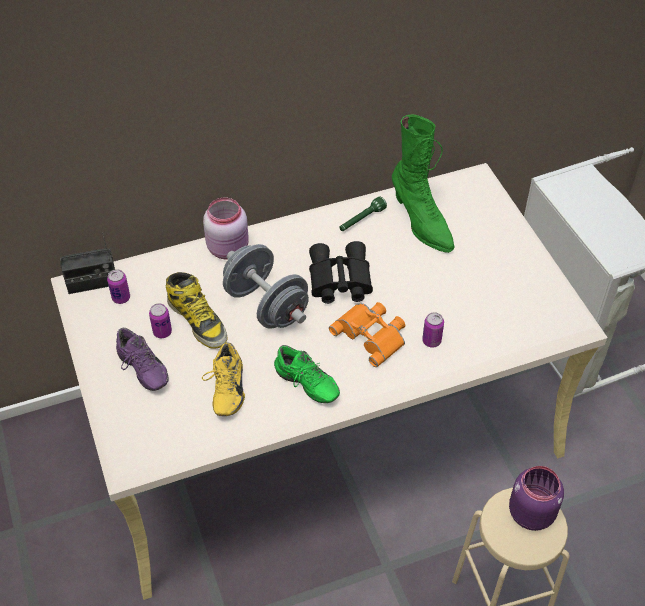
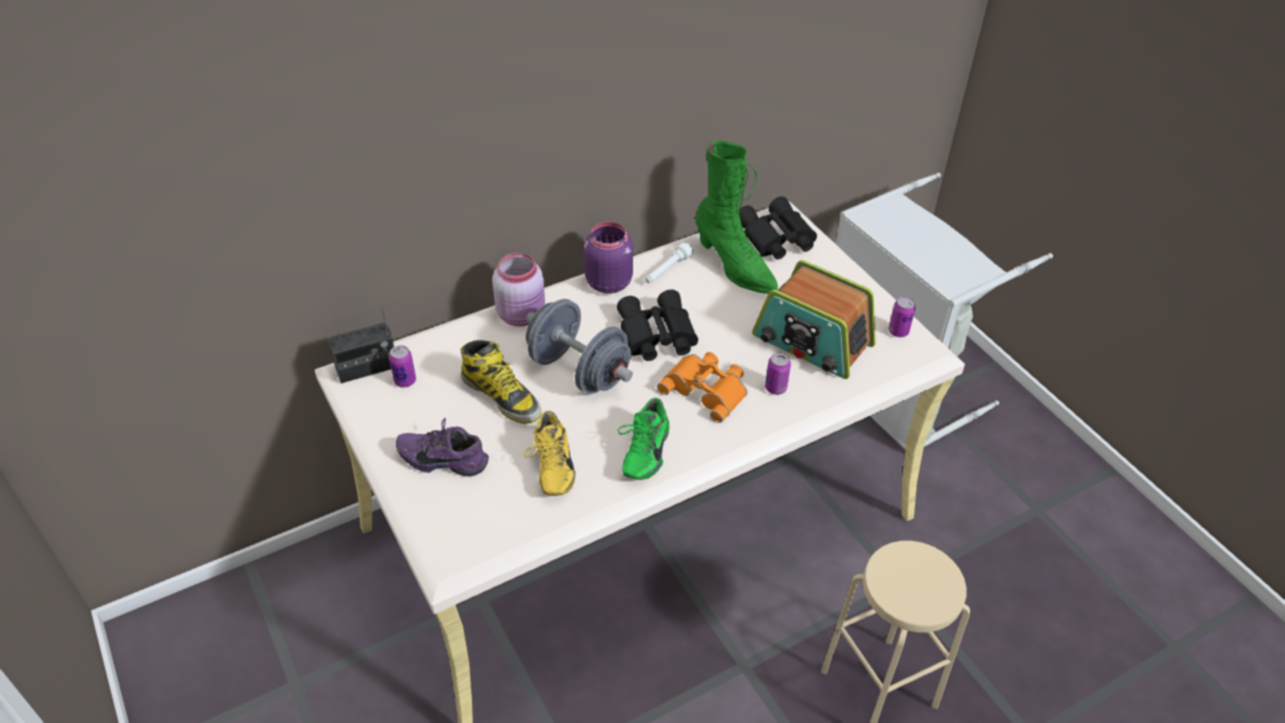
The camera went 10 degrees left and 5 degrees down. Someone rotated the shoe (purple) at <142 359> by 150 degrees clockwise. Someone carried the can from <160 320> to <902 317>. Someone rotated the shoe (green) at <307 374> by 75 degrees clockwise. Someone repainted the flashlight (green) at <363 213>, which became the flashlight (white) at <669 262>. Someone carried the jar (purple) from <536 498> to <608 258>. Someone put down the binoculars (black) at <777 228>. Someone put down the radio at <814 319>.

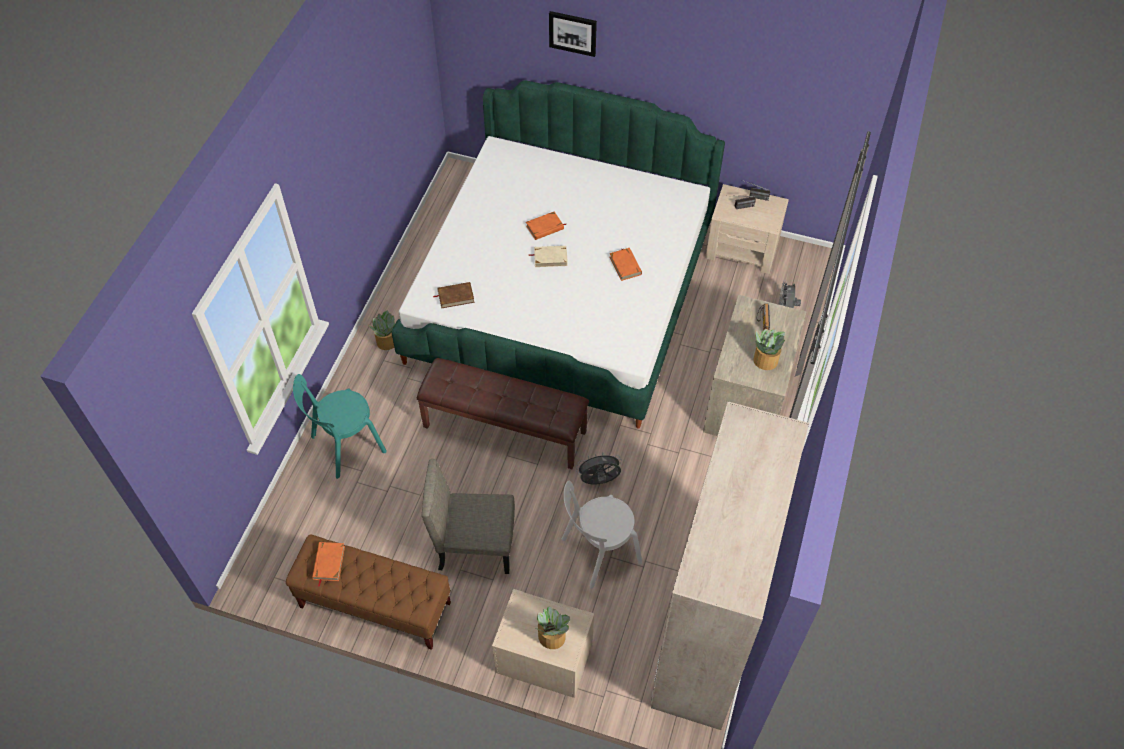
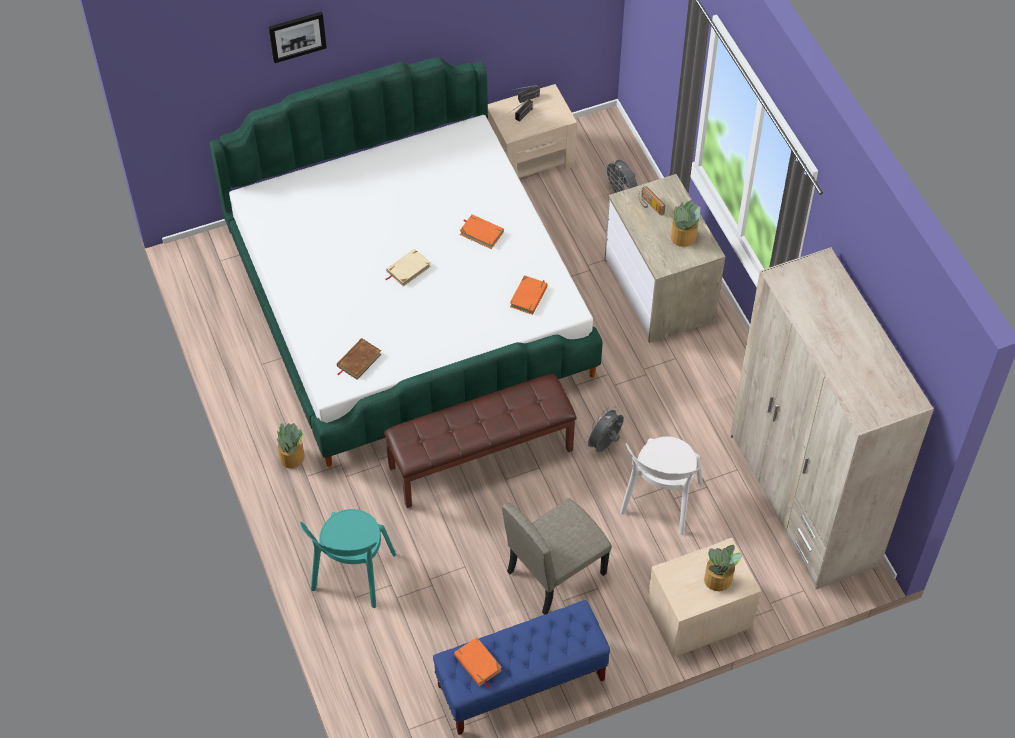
The camera went 40 degrees left and 0 degrees up. Someone repainted the bench (brown) at <368 592>, which became the bench (blue) at <521 667>. Someone carried the book (orange) from <546 226> to <529 295>.

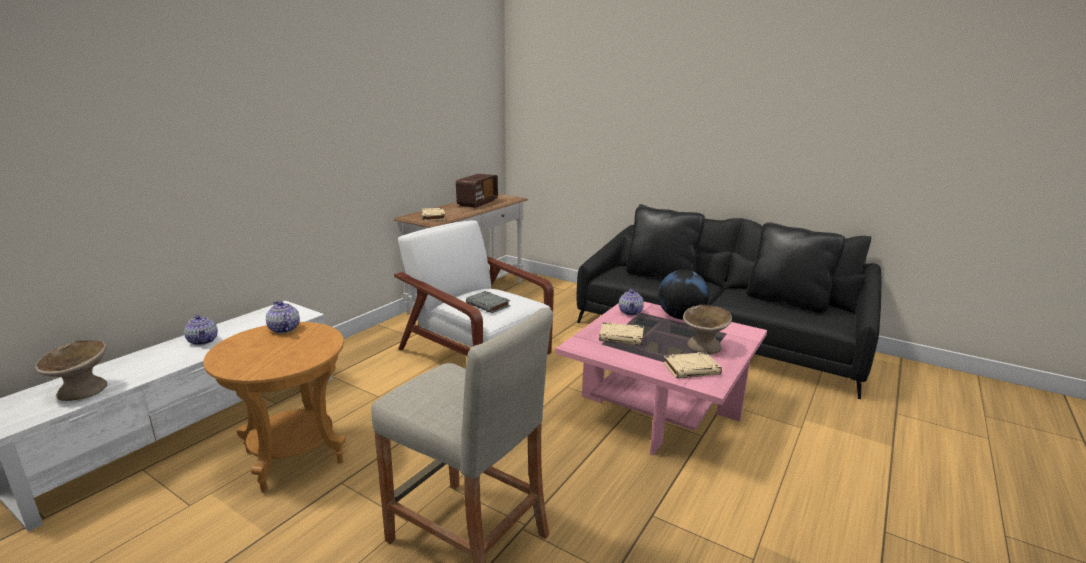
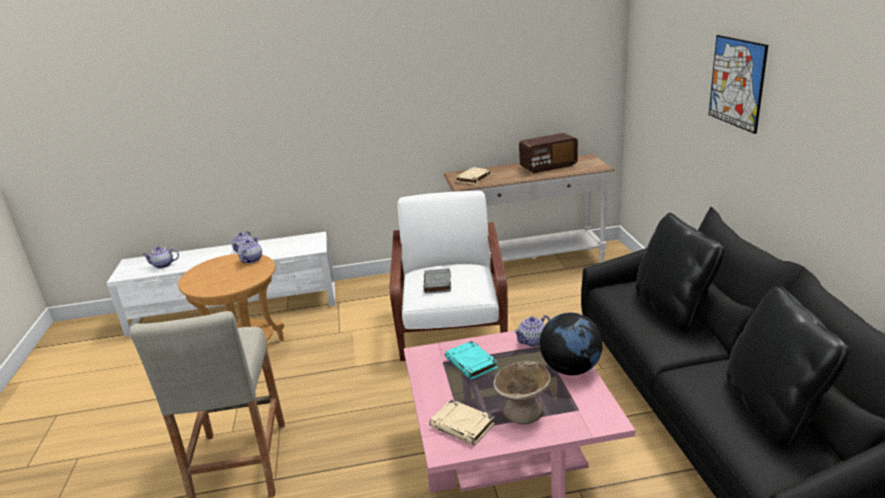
The camera went 50 degrees right and 5 degrees up. Someone swapped the bowl (beige) at <71 370> for the teapot at <160 257>. Someone repainted the book (beige) at <621 333>, which became the book (turquoise) at <471 360>. Someone put up the picture at <738 84>.

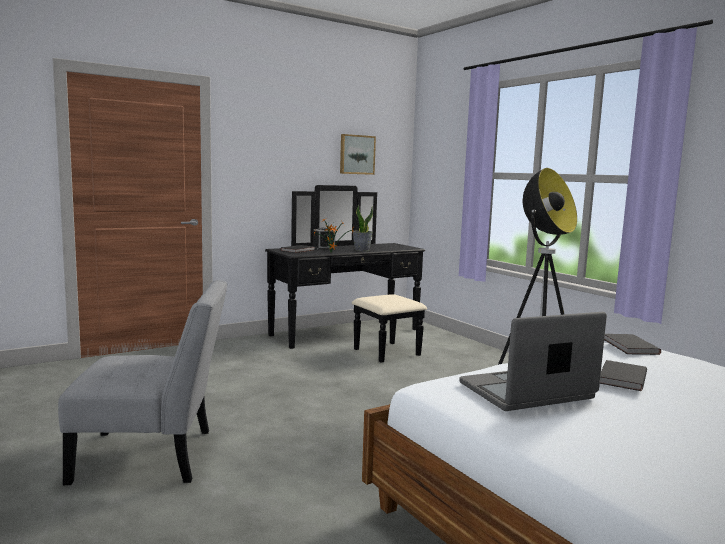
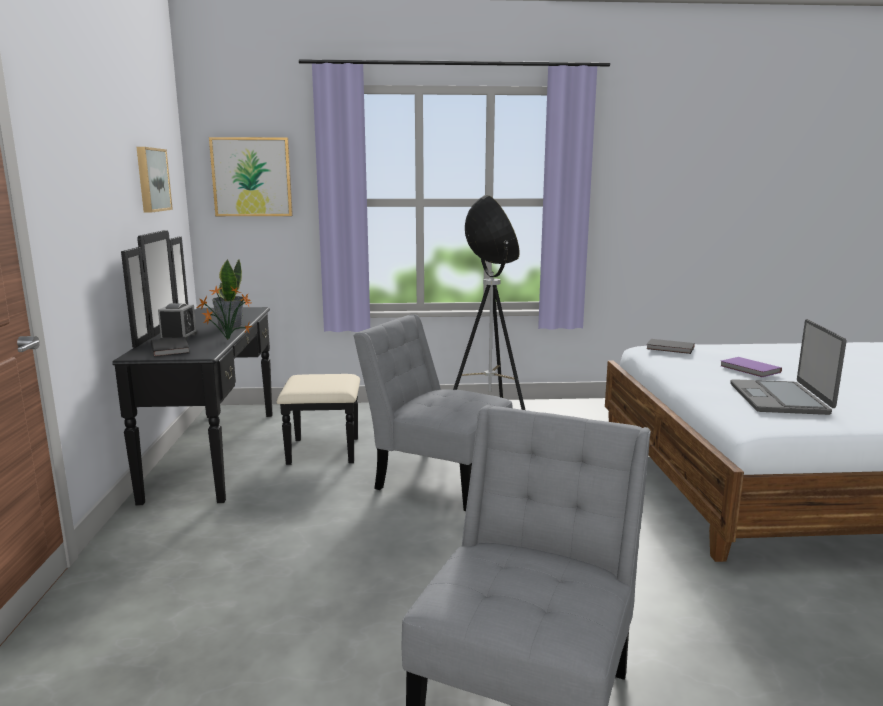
The camera went 60 degrees left and 5 degrees up. Someone repainted the book (black) at <623 375>, which became the book (purple) at <751 367>. Someone put up the picture at <251 176>. Someone put down the chair (grey) at <433 412>.

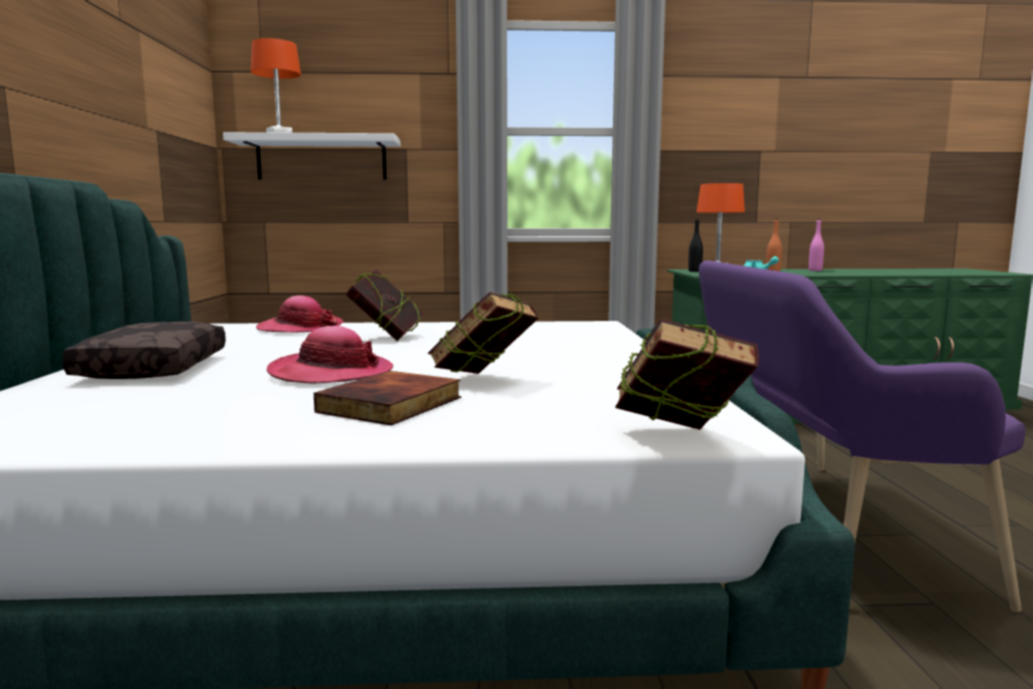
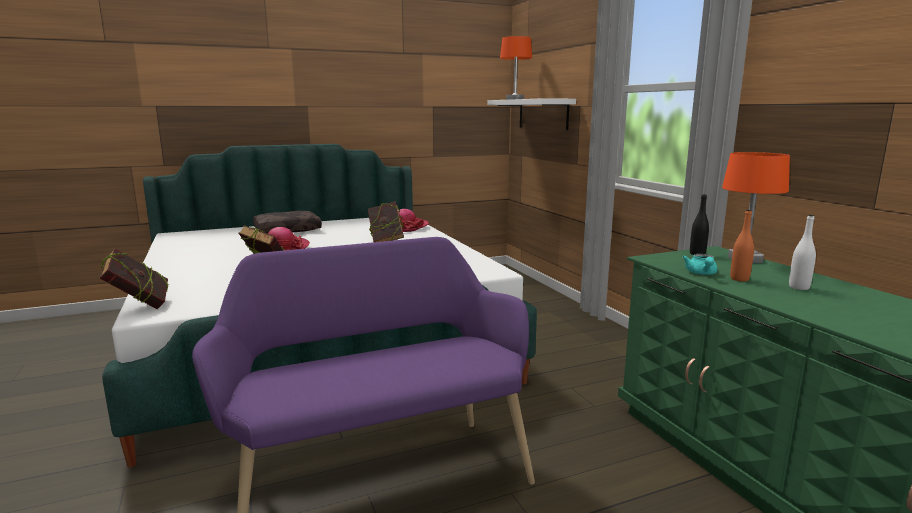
The camera went 70 degrees right and 5 degrees up. Someone took away the book at <387 398>. Someone took away the bottle (pink) at <816 245>. Someone put down the bottle (white) at <802 252>.

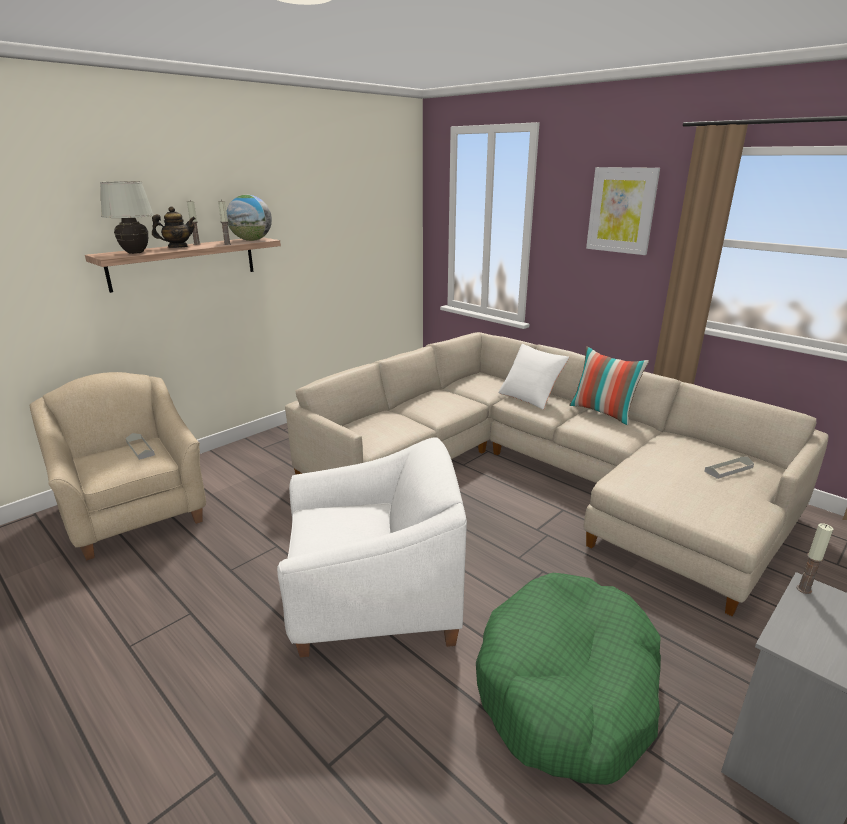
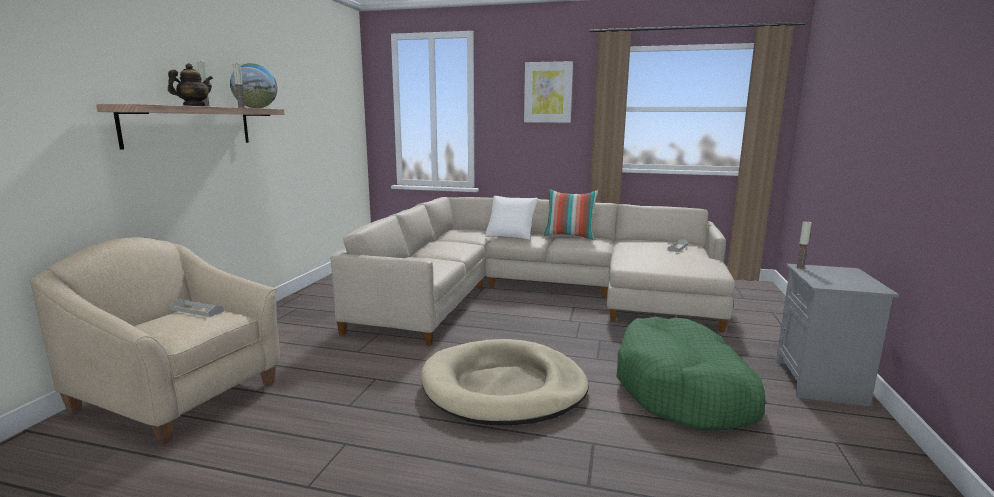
The camera went 30 degrees left and 10 degrees down. Someone took away the table lamp (white) at <127 217>. Someone swapped the armchair (white) at <372 547> for the dog bed (beige) at <505 382>.

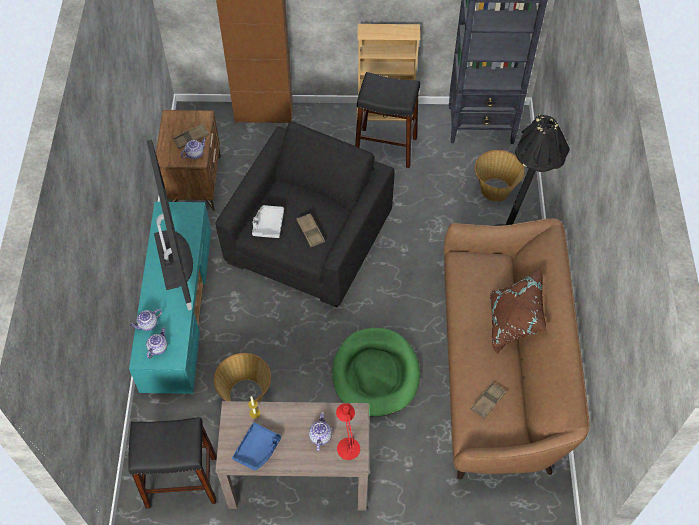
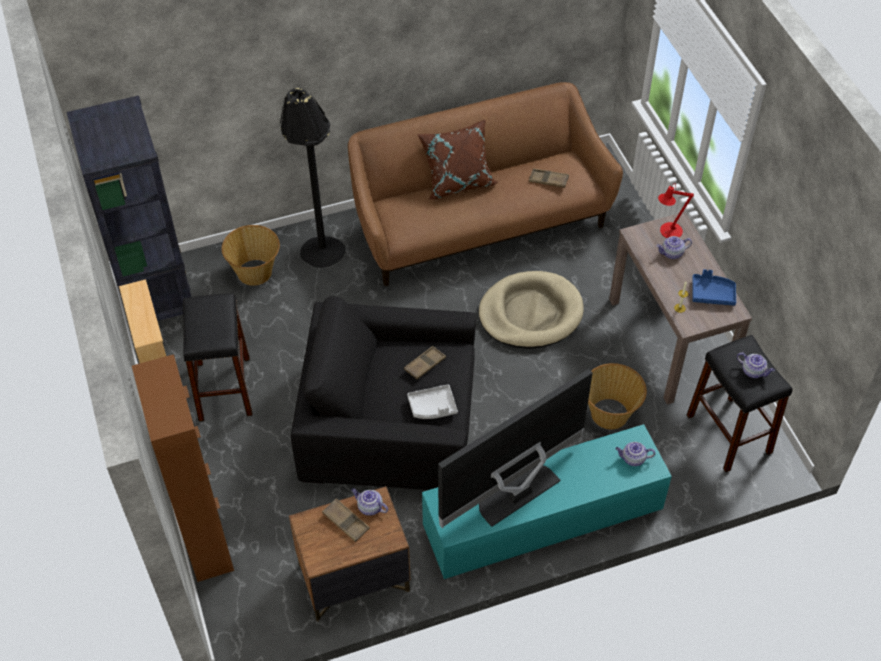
The camera went 110 degrees left and 5 degrees down. Someone carried the teapot from <146 320> to <756 365>. Someone repainted the dog bed (green) at <376 372>, which became the dog bed (beige) at <531 310>.

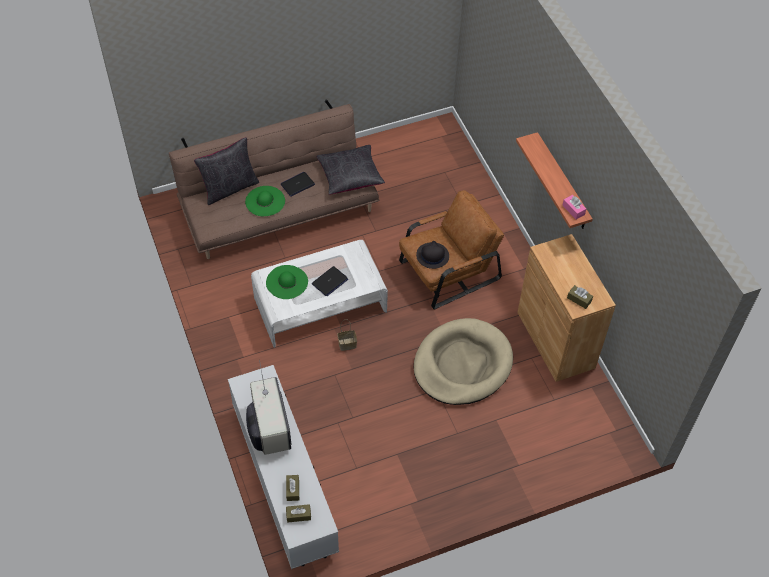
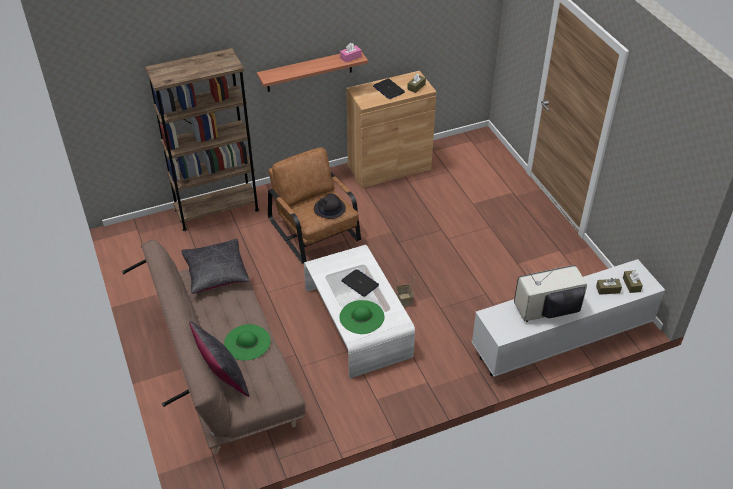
The camera went 90 degrees left and 10 degrees down. Someone carried the laptop from <298 184> to <389 89>. Someone took away the dog bed (beige) at <463 361>. Someone put down the bookcase (brown) at <202 139>.

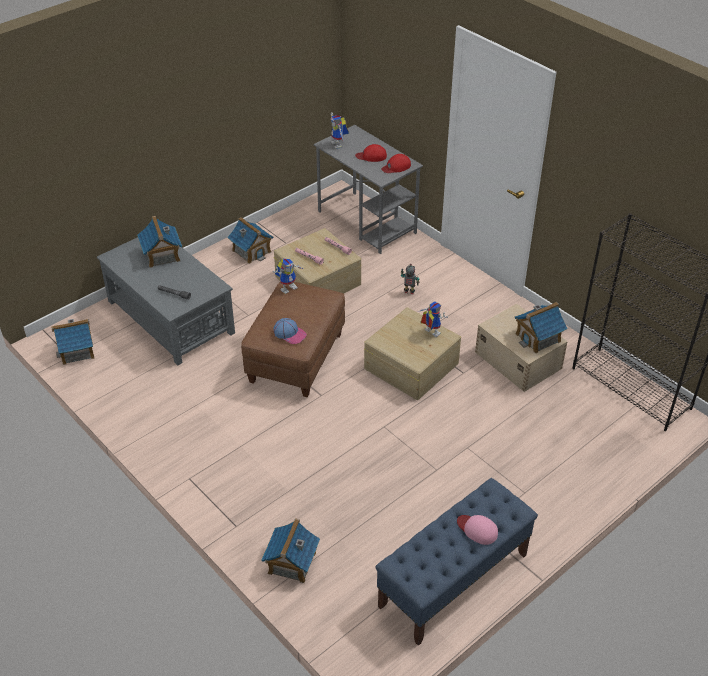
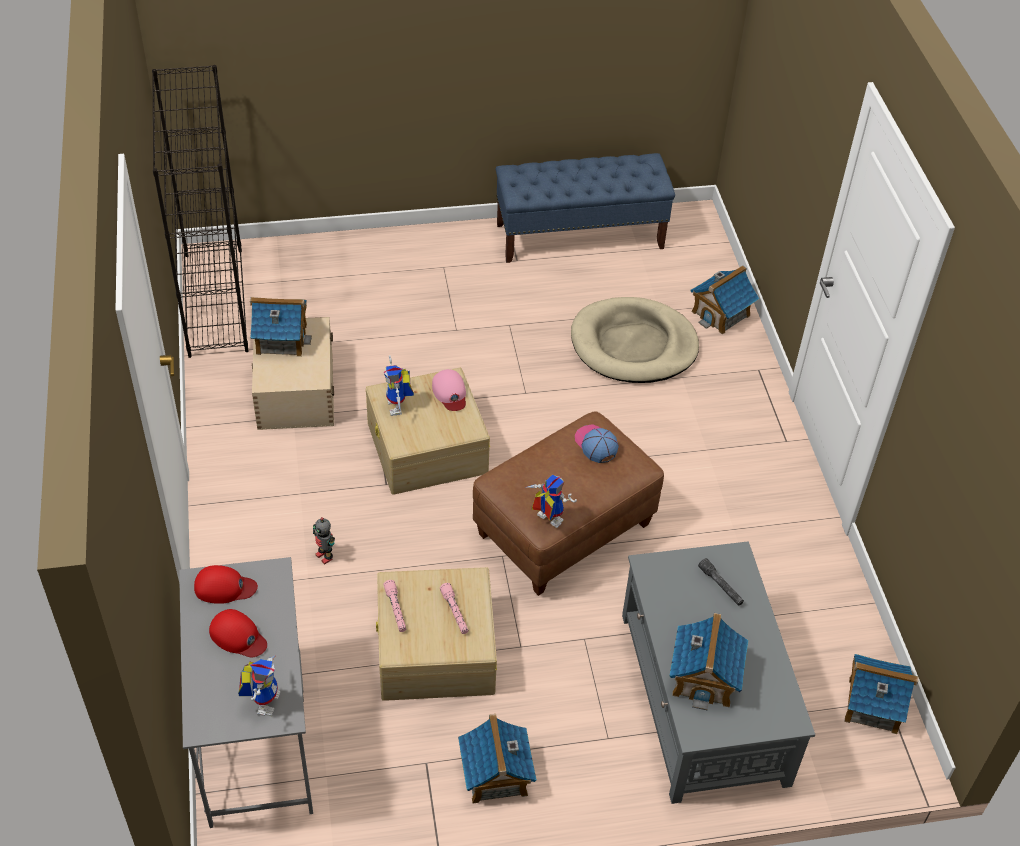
The camera went 150 degrees left and 5 degrees up. Someone rotated the toy robot at <288 276> by 45 degrees clockwise. Someone carried the cap (pink) from <477 530> to <449 390>. Someone put down the dog bed (beige) at <635 340>.

